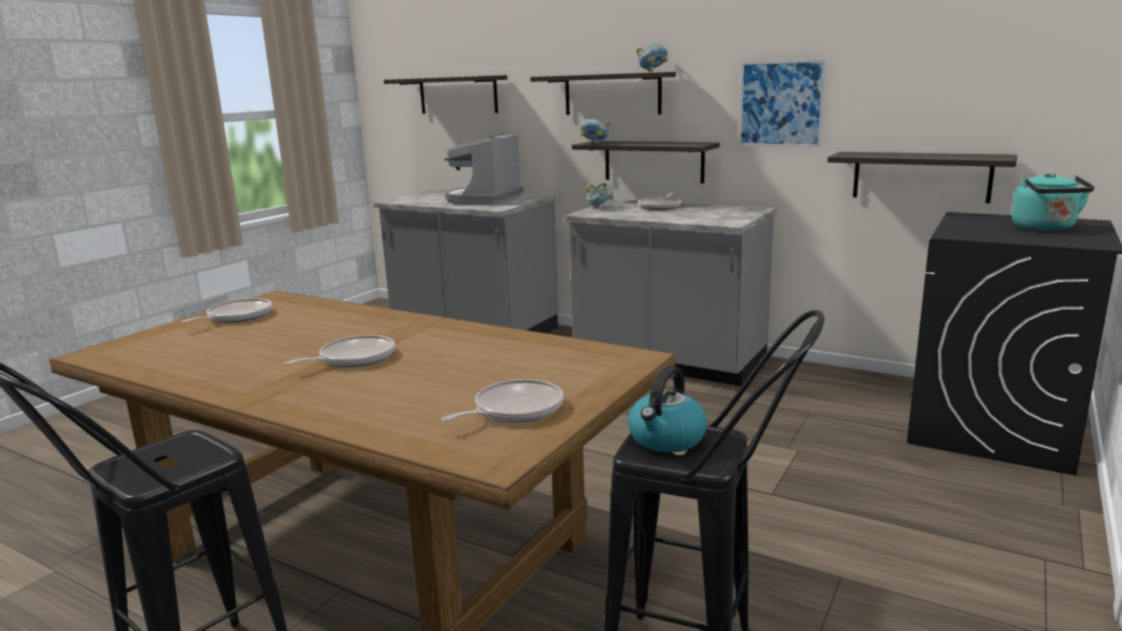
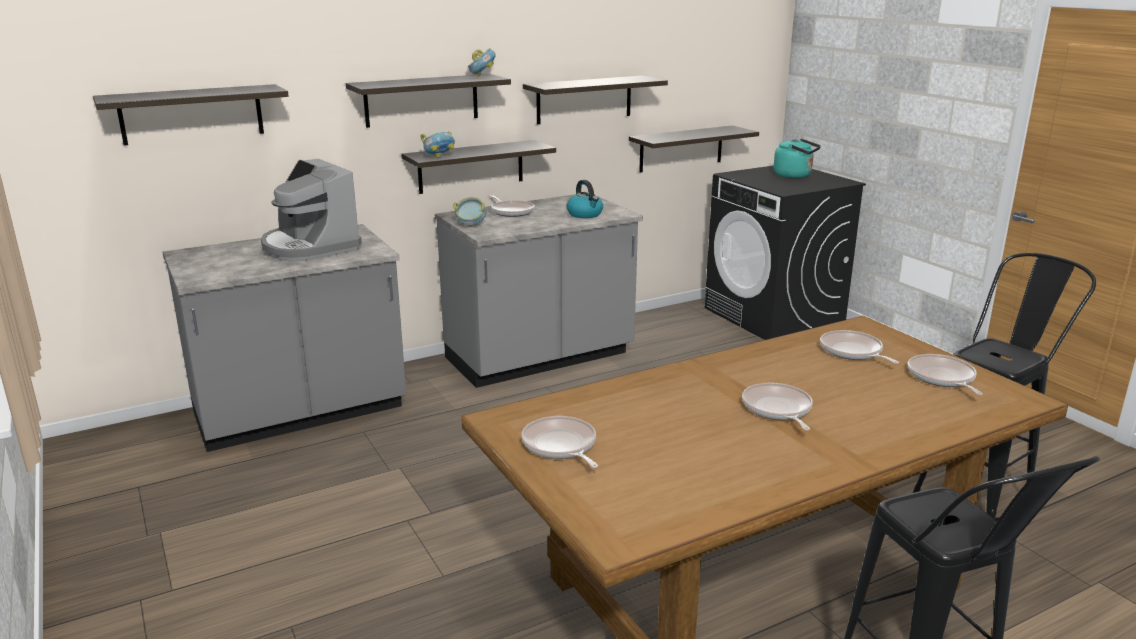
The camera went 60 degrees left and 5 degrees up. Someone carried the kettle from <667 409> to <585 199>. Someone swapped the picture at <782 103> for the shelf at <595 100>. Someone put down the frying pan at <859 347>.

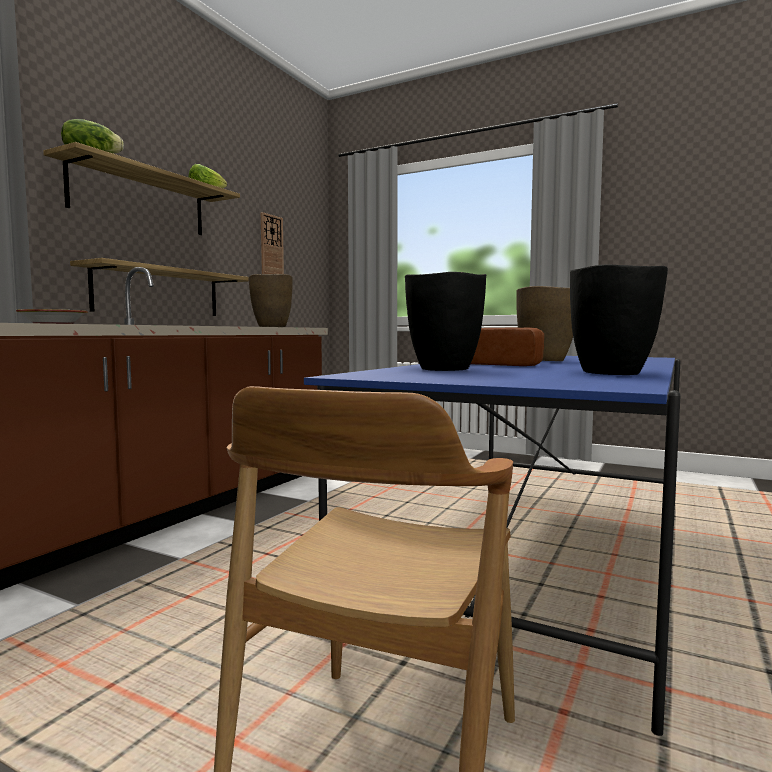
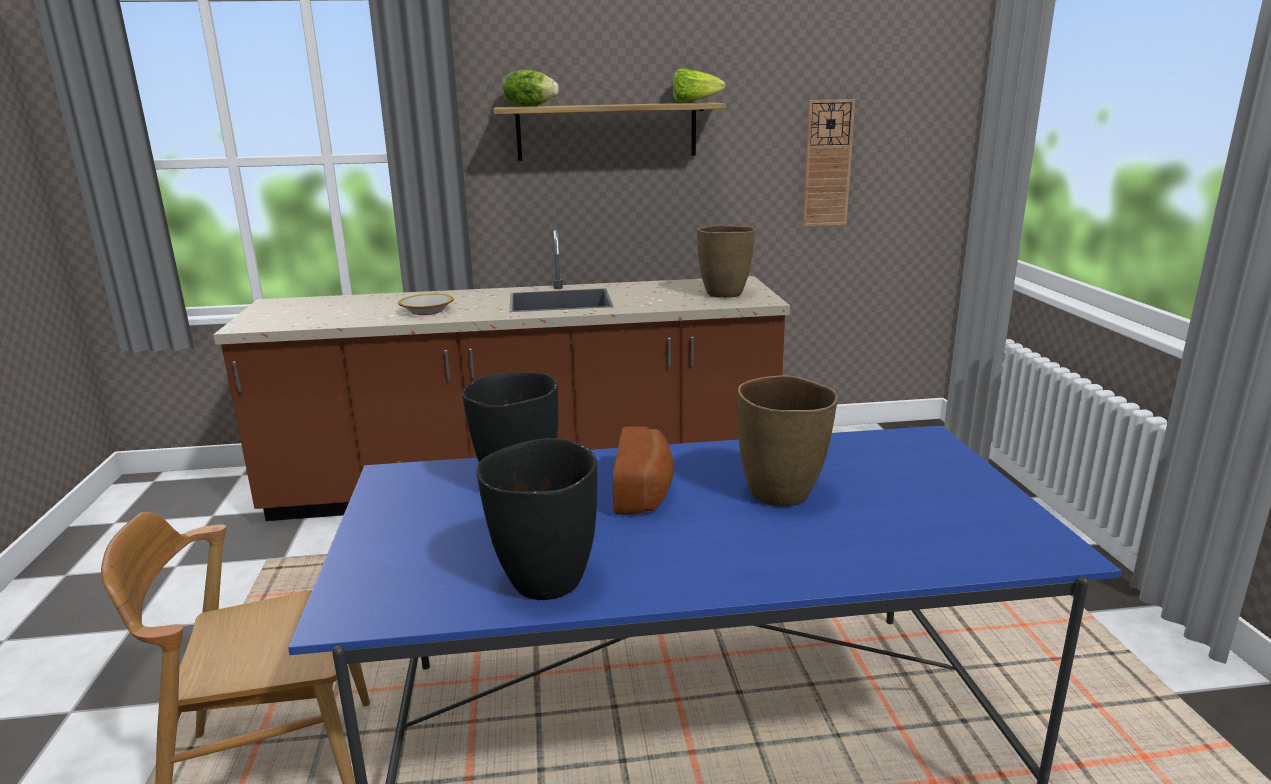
The camera went 55 degrees right and 15 degrees up. Someone took away the shelf at <159 287>.

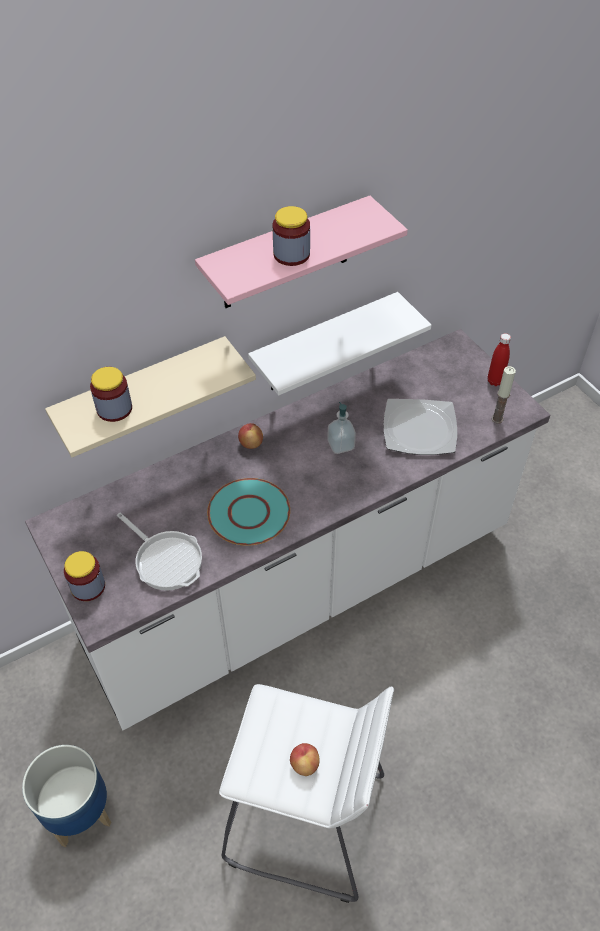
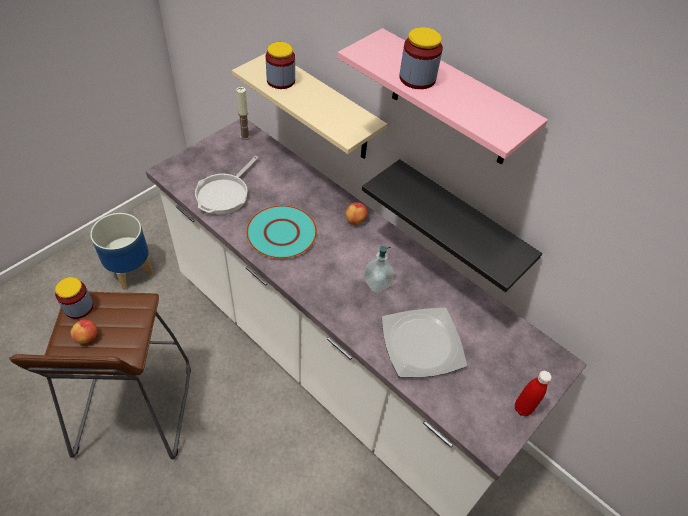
The camera went 70 degrees right and 0 degrees up. Someone carried the jar from <84 576> to <74 298>. Someone repainted the stool (white) at <306 793>, which became the stool (brown) at <100 375>. Someone repainted the shelf (white) at <339 343>, which became the shelf (black) at <452 225>. Someone carried the candle from <503 395> to <243 113>.

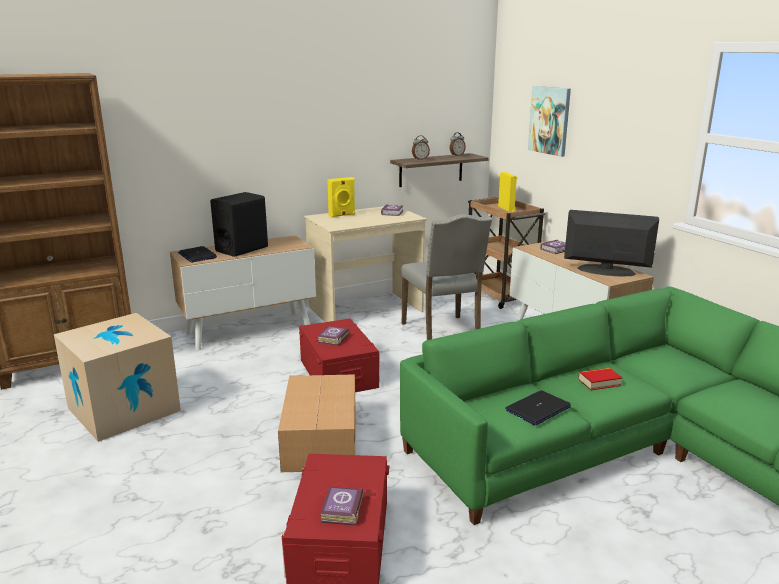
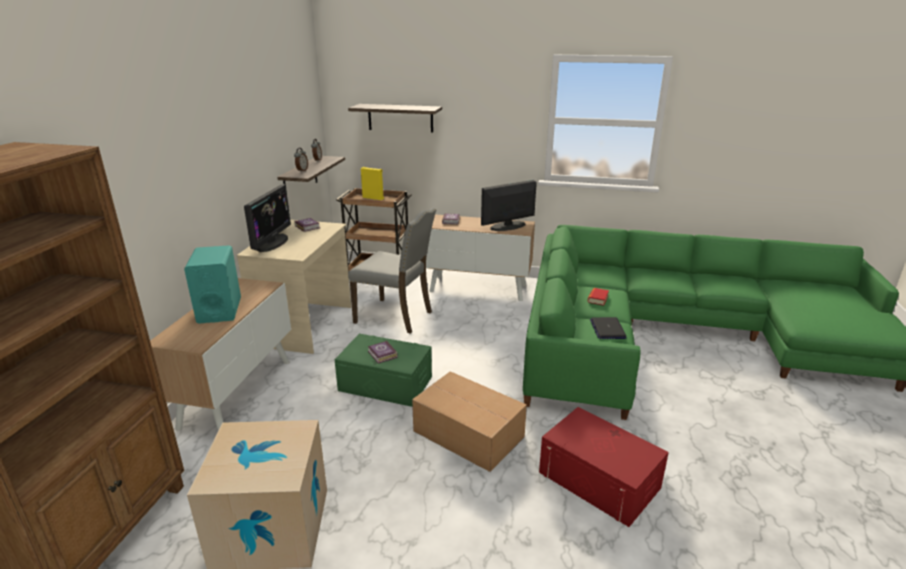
The camera went 50 degrees left and 5 degrees up. Someone took away the laptop at <197 254>. Someone repainted the speaker (black) at <239 224>, which became the speaker (turquoise) at <212 284>. Someone repainted the storage box (red) at <339 355>, which became the storage box (green) at <383 370>. Someone took away the book at <341 506>. Someone swapped the speaker (yellow) at <341 197> for the monitor at <267 218>. Someone swapped the picture at <549 121> for the shelf at <395 118>.

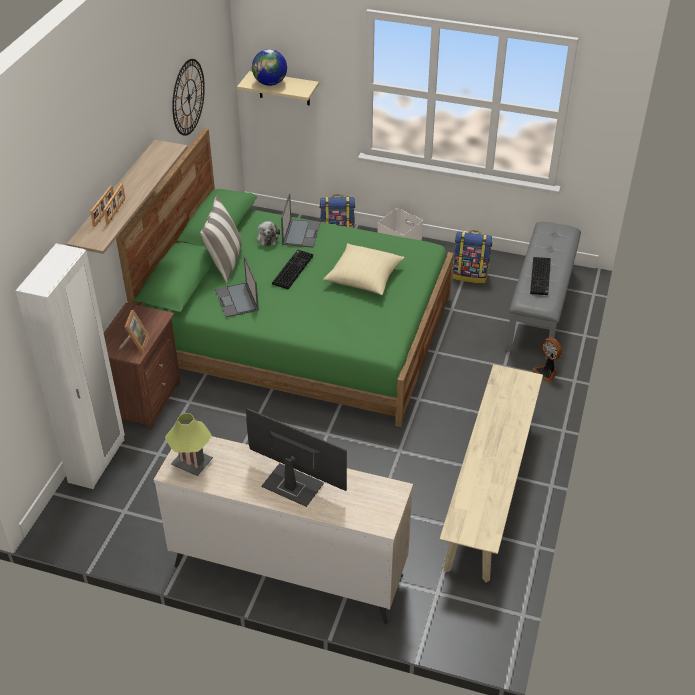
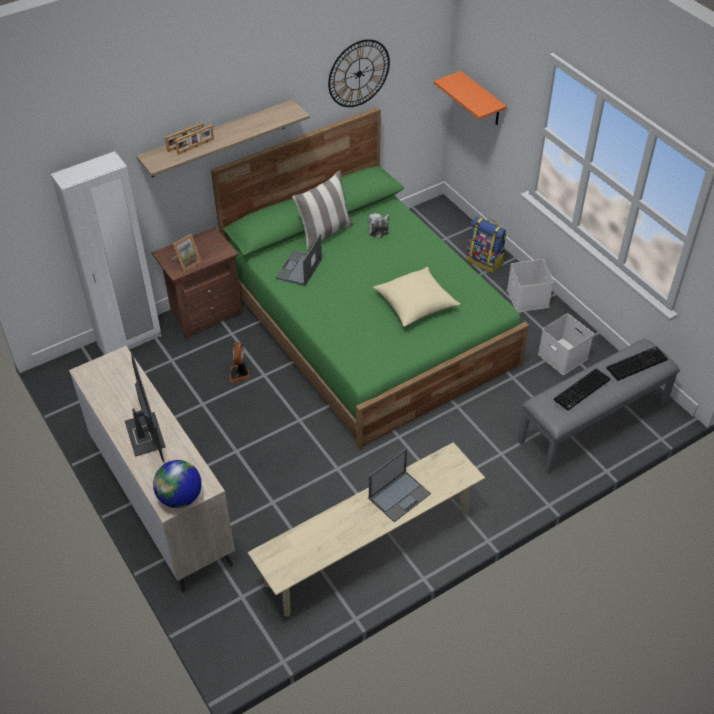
The camera went 40 degrees right and 5 degrees up. Someone took away the table lamp at <189 444>. Someone repainted the shelf (beige) at <278 88>, which became the shelf (orange) at <470 98>. Someone carried the globe from <269 67> to <177 484>. Someone carried the keyboard from <292 269> to <637 363>. Someone carried the laptop from <300 221> to <400 485>. Someone swapped the backpack at <472 256> for the storage box (white) at <566 344>. Someone carried the fan from <547 359> to <239 362>.

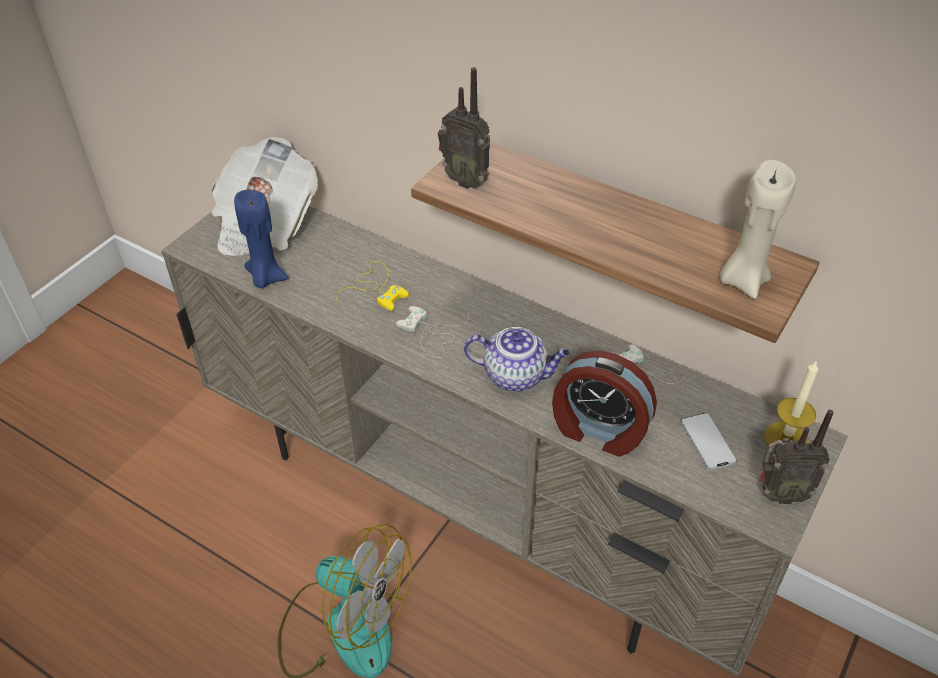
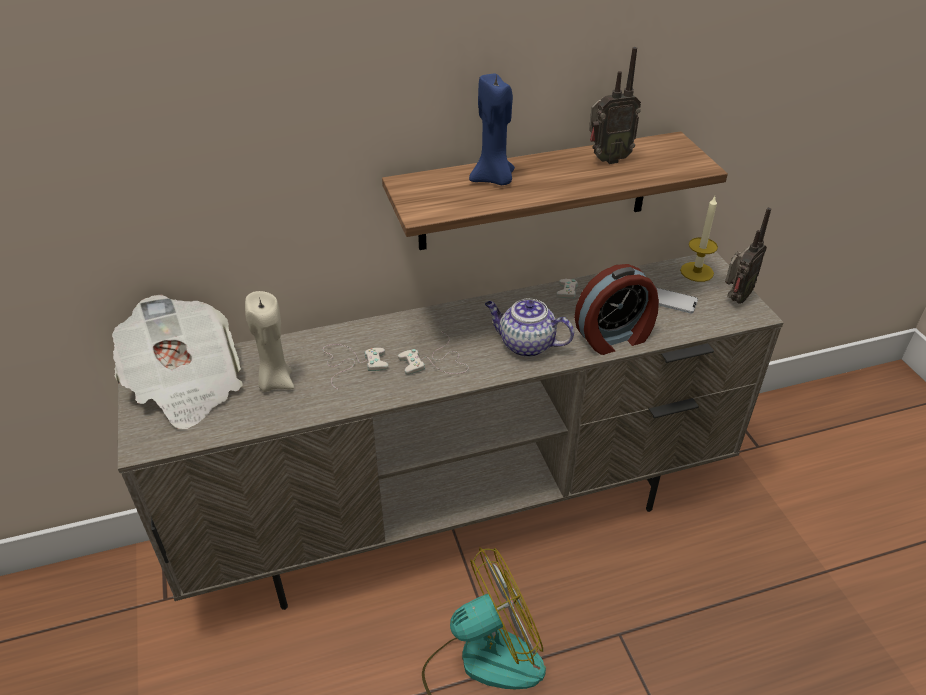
The camera went 50 degrees left and 5 degrees down. Someone carried the candle (blue) from <261 239> to <492 128>. Someone repainted the game controller (yellow) at <373 286>, which became the game controller (white) at <356 367>. Someone carried the radio from <464 128> to <615 105>. Someone rotated the teapot at <517 359> by 120 degrees counterclockwise. Someone carried the candle (beige) from <758 229> to <269 341>.

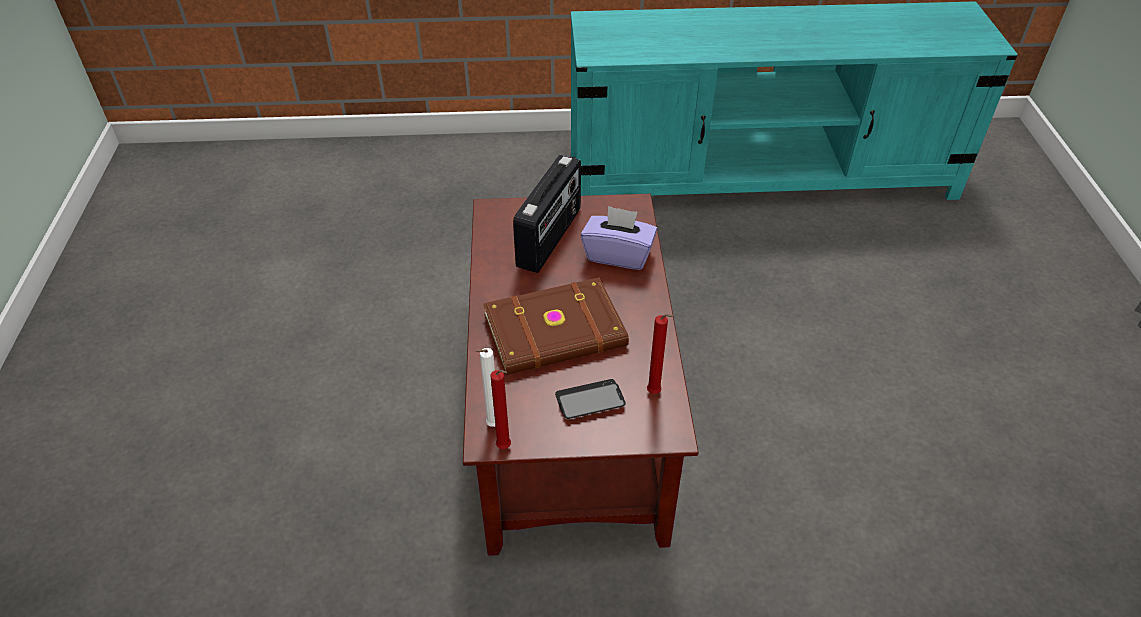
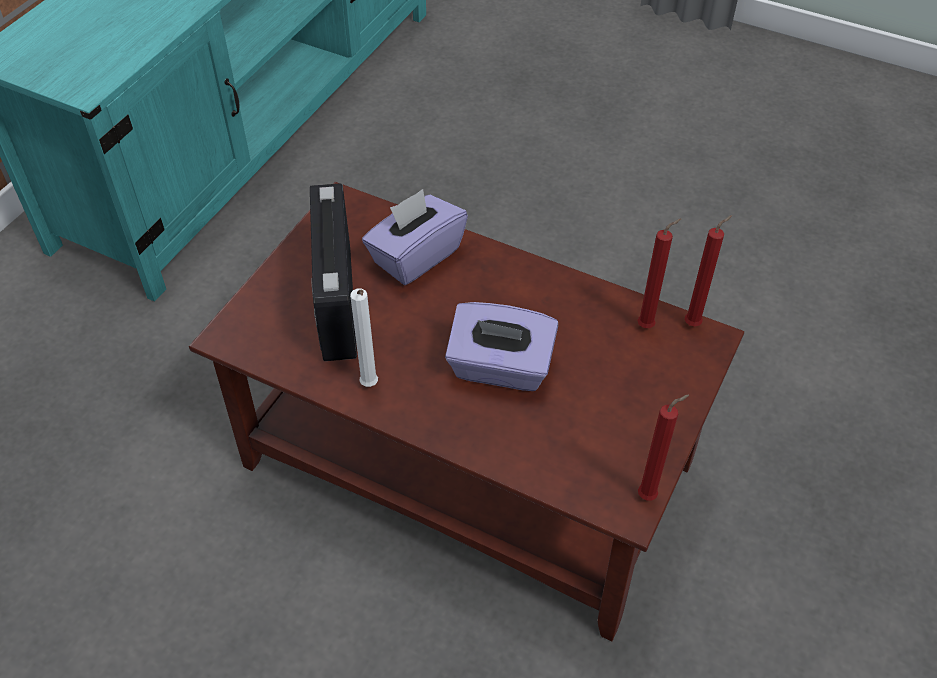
The camera went 60 degrees left and 5 degrees up. Someone carried the candle (white) from <485 387> to <364 338>. Someone swapped the book (brown) at <556 326> for the tissue box (purple) at <501 346>. Someone rotated the radio at <547 214> by 150 degrees counterclockwise. Someone took away the phone at <590 399>. Someone put down the candle (red) at <708 270>.

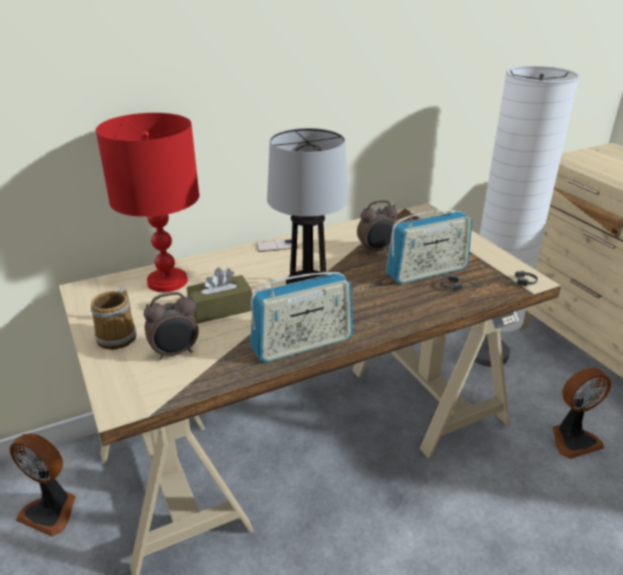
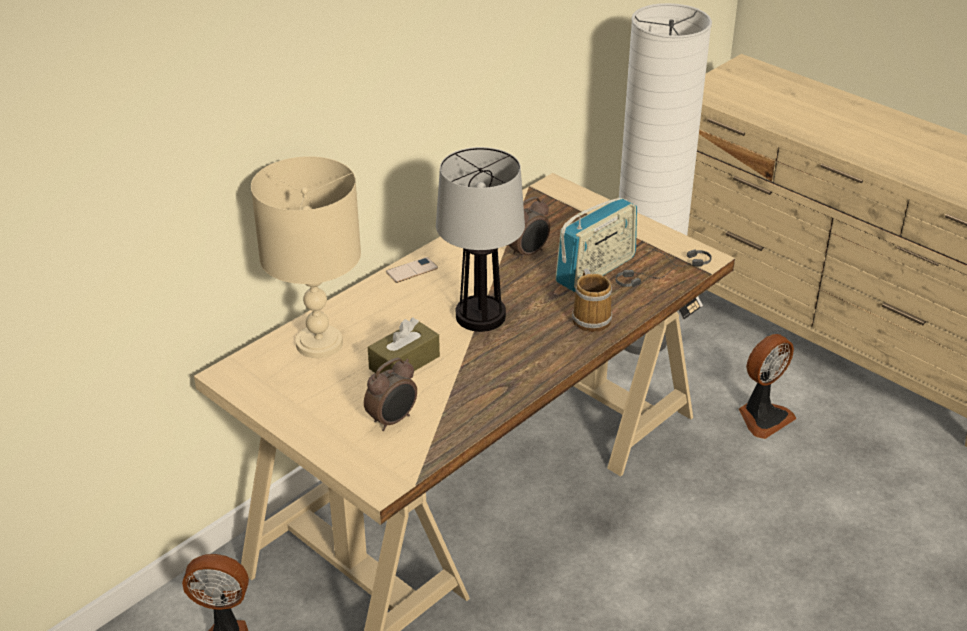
The camera went 20 degrees left and 5 degrees up. Someone carried the mug from <114 318> to <592 300>. Someone repainted the table lamp (red) at <147 202>, which became the table lamp (beige) at <306 257>. Someone took away the radio at <302 317>.

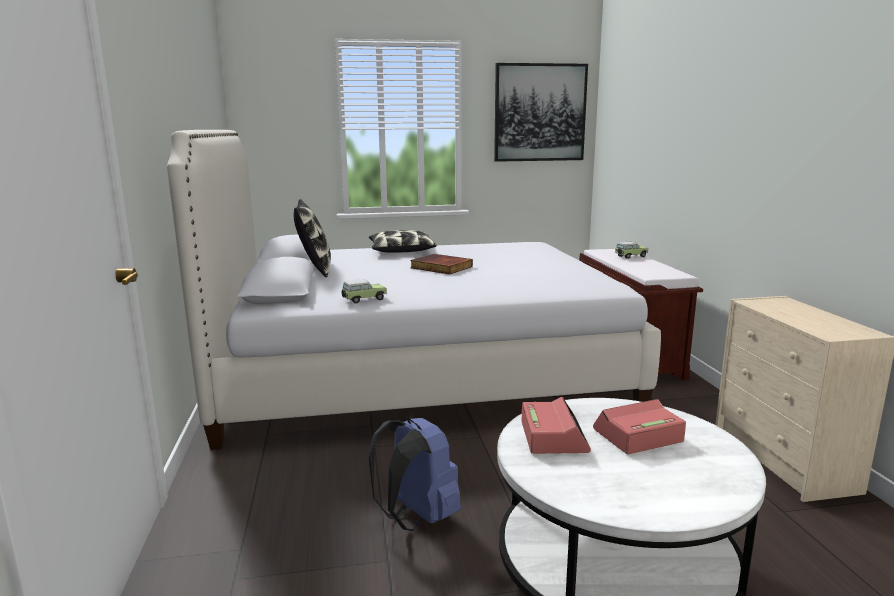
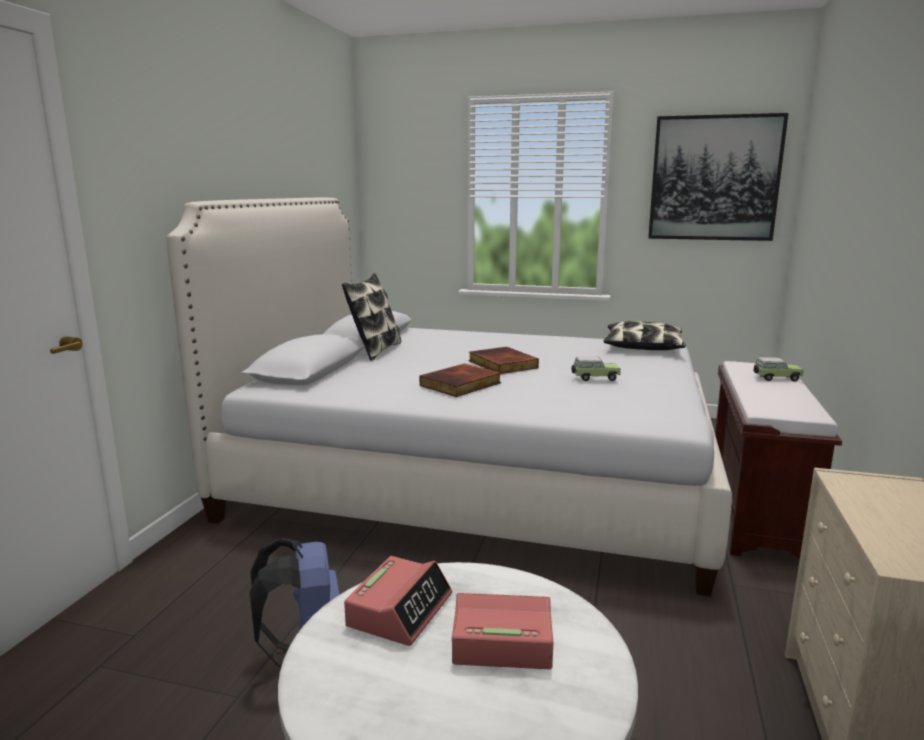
The camera went 25 degrees right and 0 degrees up. Someone carried the toy car from <364 291> to <596 368>. Someone carried the pillow from <403 241> to <645 335>. Someone put down the book at <460 380>.

